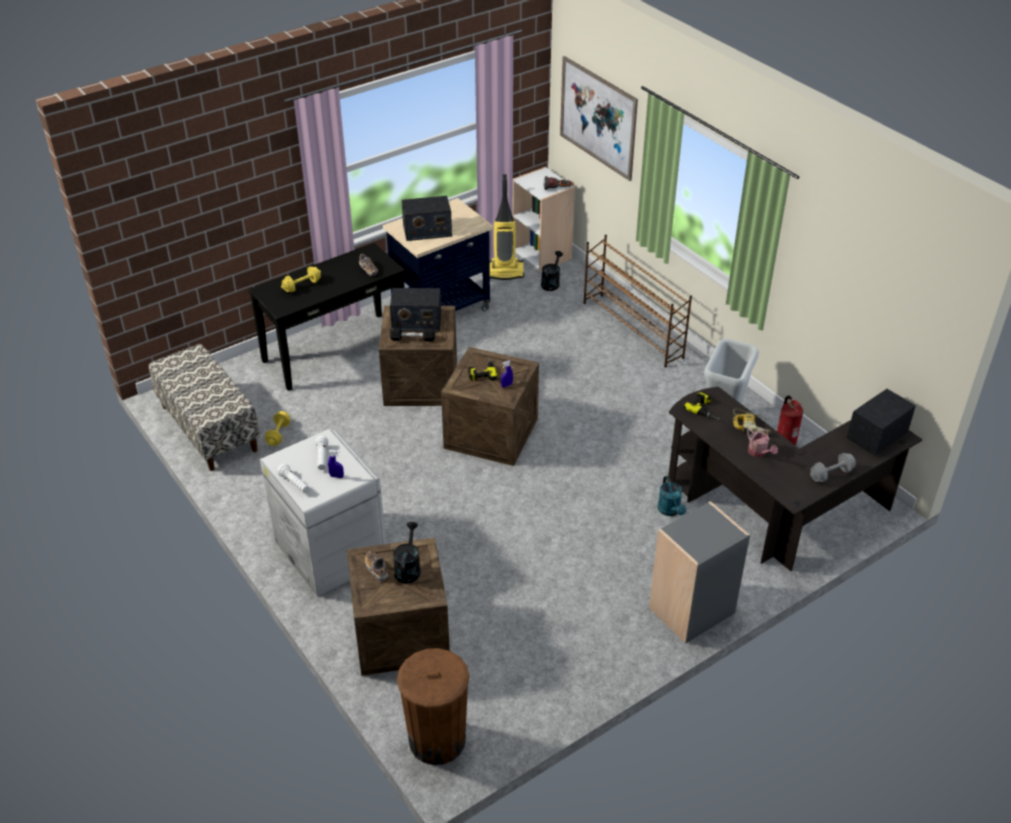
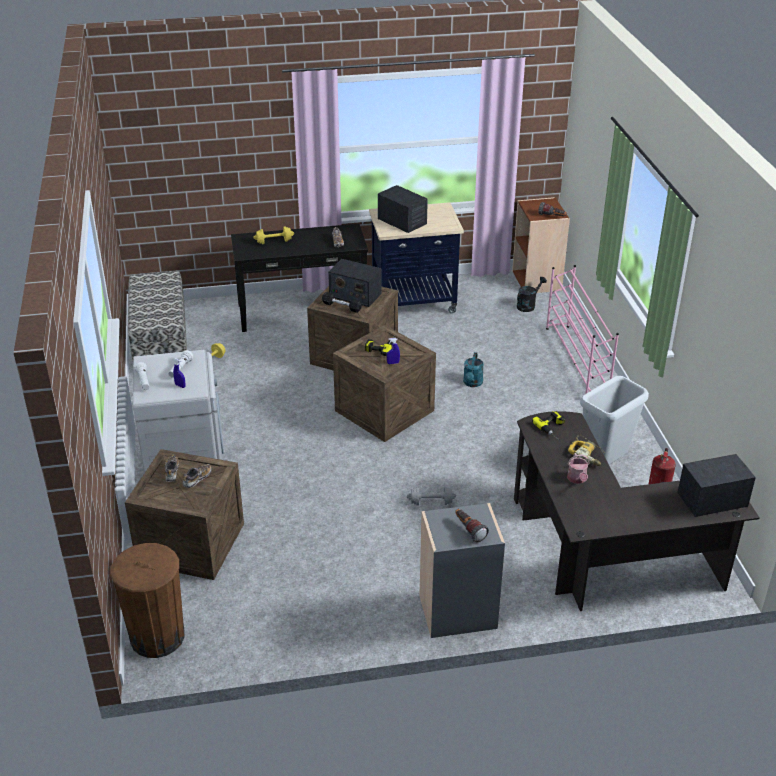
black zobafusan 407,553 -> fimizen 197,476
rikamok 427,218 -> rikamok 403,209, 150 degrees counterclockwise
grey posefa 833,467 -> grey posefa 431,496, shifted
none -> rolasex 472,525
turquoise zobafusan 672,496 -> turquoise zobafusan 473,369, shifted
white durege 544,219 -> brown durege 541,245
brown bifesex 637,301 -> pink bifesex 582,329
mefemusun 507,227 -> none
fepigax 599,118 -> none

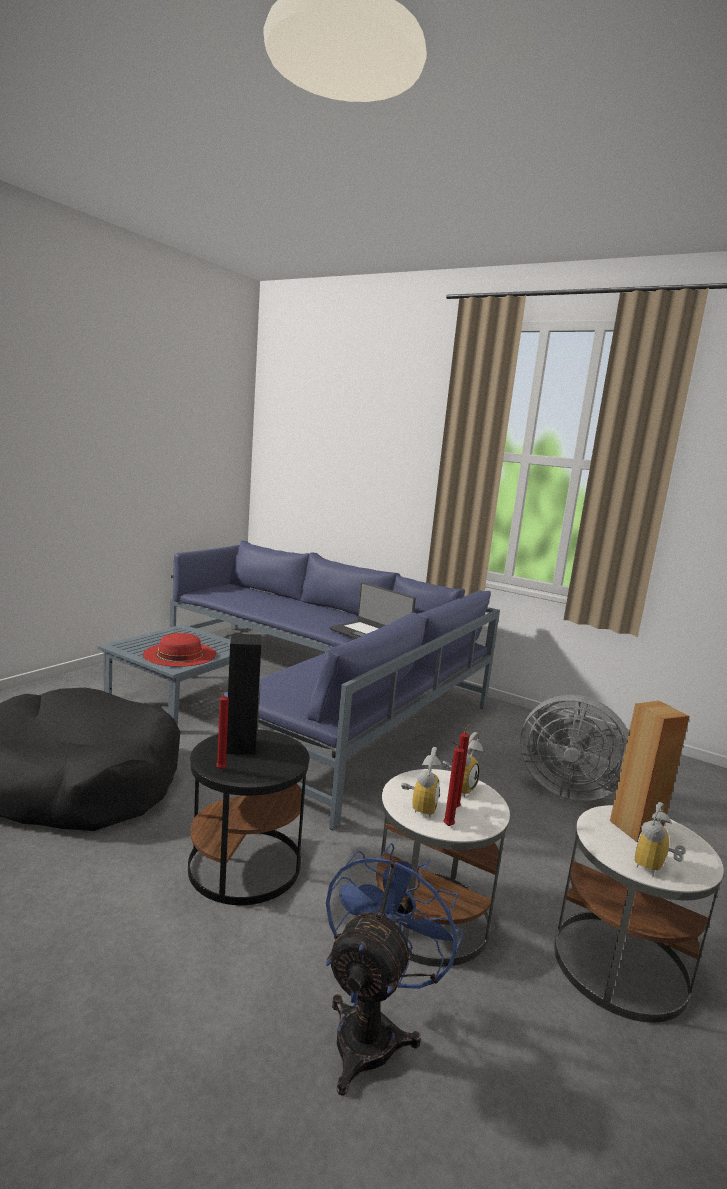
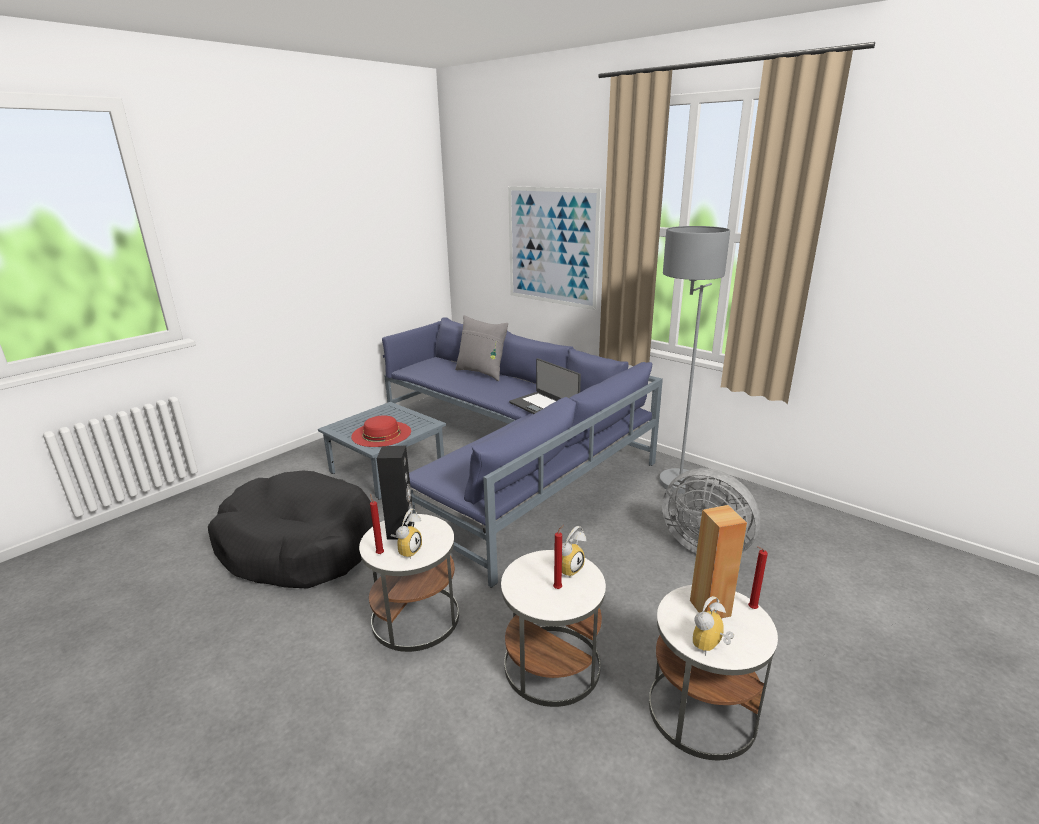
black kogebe 248,817 -> white kogebe 409,583
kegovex 421,782 -> kegovex 406,533, shifted
none -> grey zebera 481,348
none -> fepigax 554,248
none -> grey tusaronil 694,360
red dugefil 453,783 -> red dugefil 758,577, shifted
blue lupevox 394,969 -> none

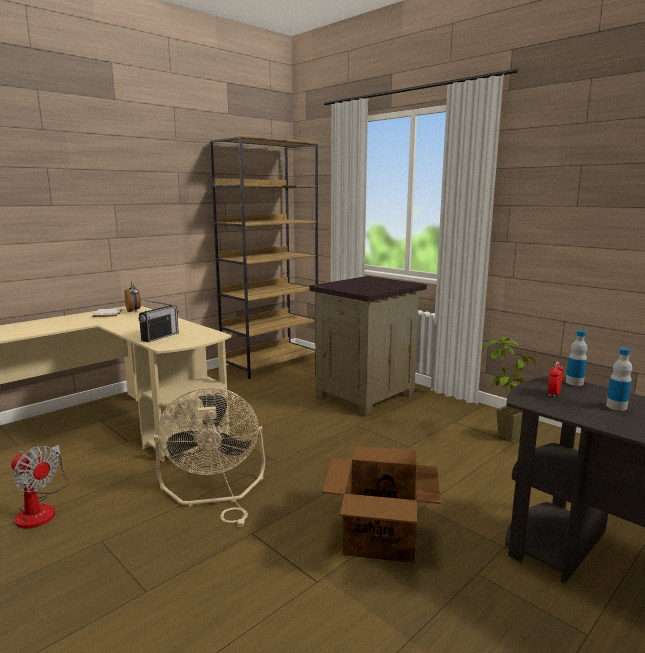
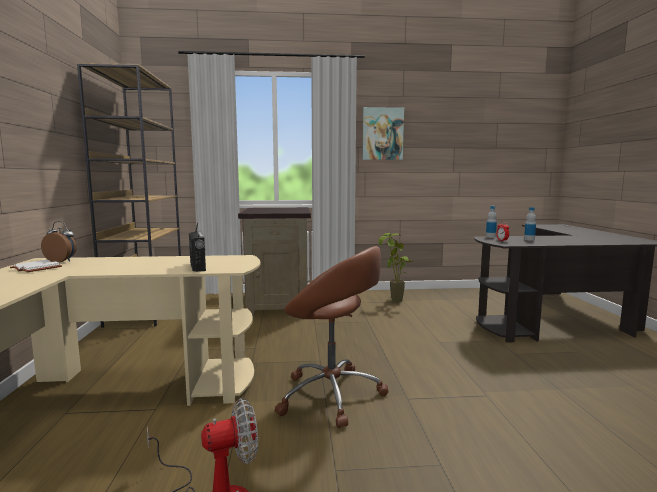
beige lupevox 209,457 -> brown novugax 331,337
none -> fepigax 383,133
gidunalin 381,504 -> none

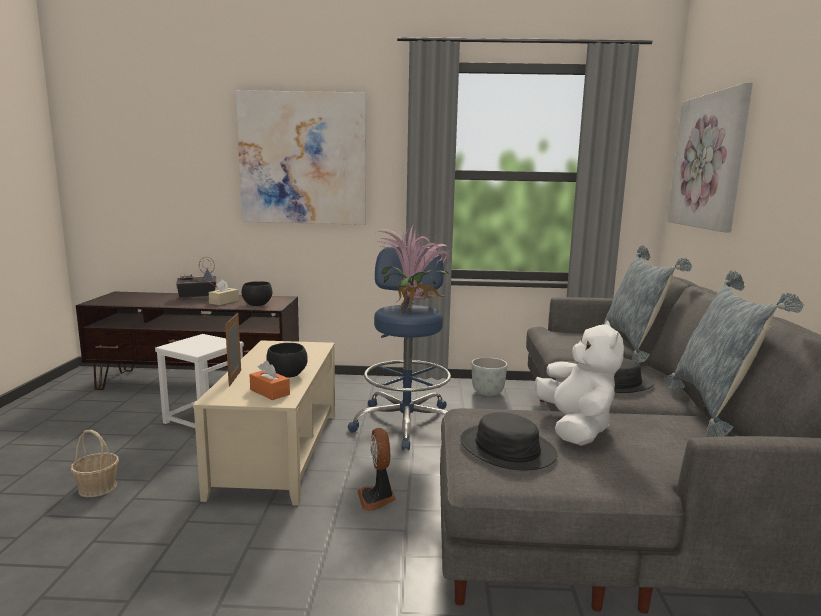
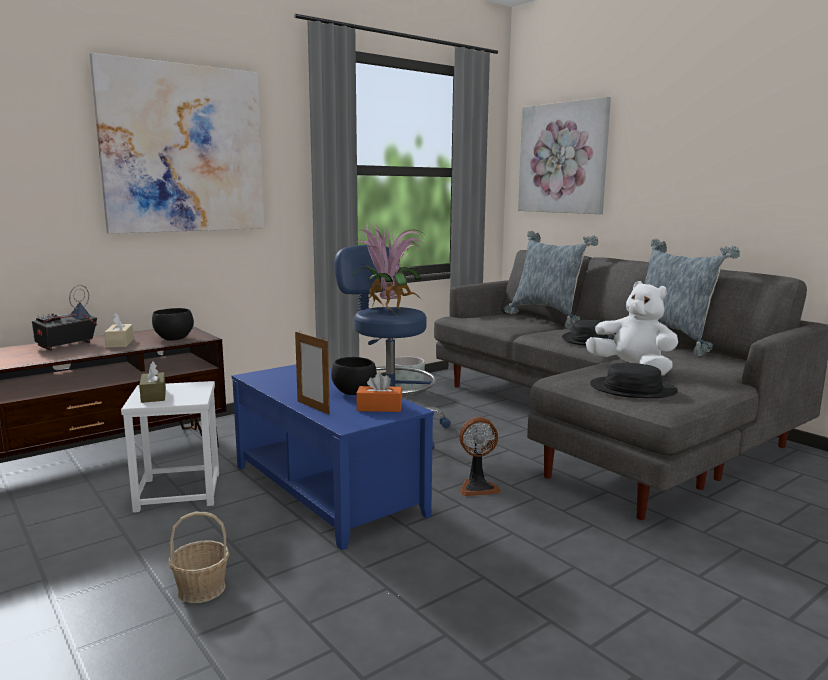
none -> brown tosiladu 152,382
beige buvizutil 264,423 -> blue buvizutil 333,457
lupevox 377,469 -> lupevox 480,456, 45 degrees counterclockwise

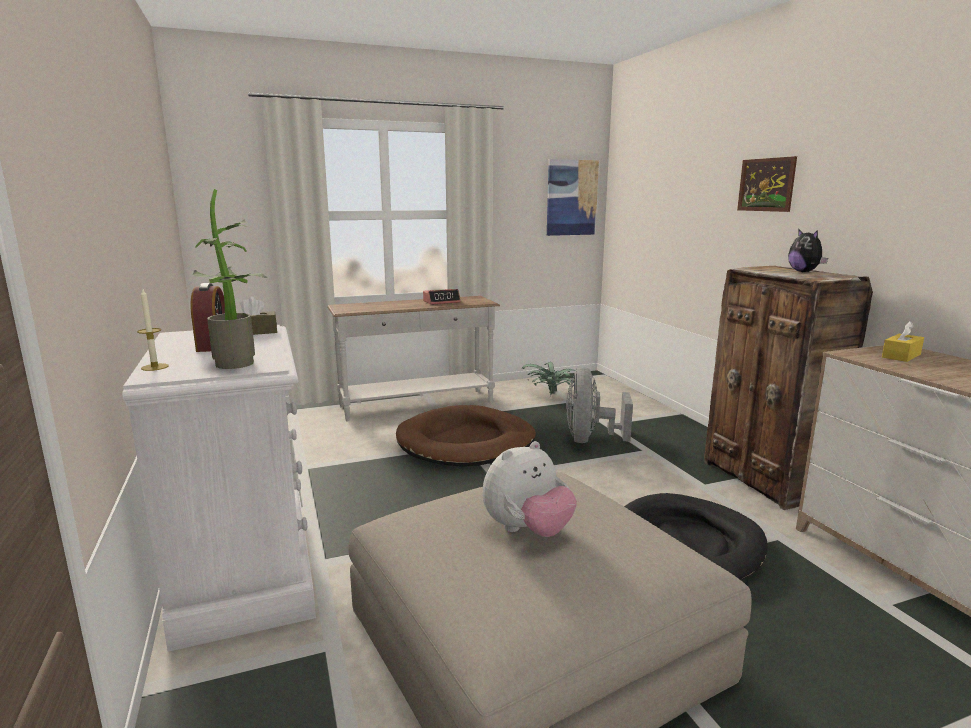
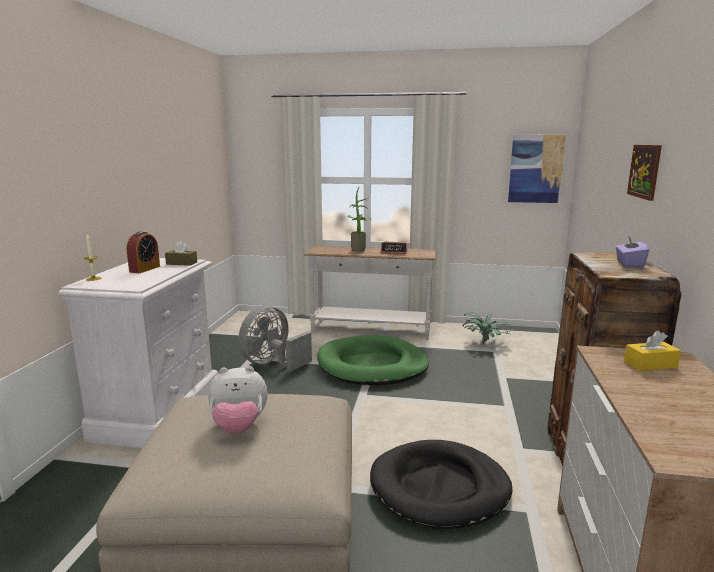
grey lupevox 599,405 -> grey lupevox 275,338, shifted
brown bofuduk 466,436 -> green bofuduk 373,360
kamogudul 230,279 -> kamogudul 360,219, shifted
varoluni 808,250 -> purple tosiladu 632,251

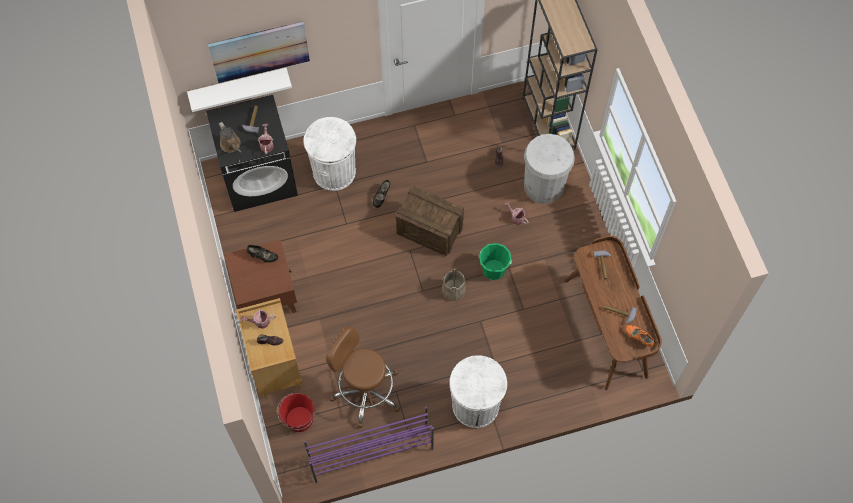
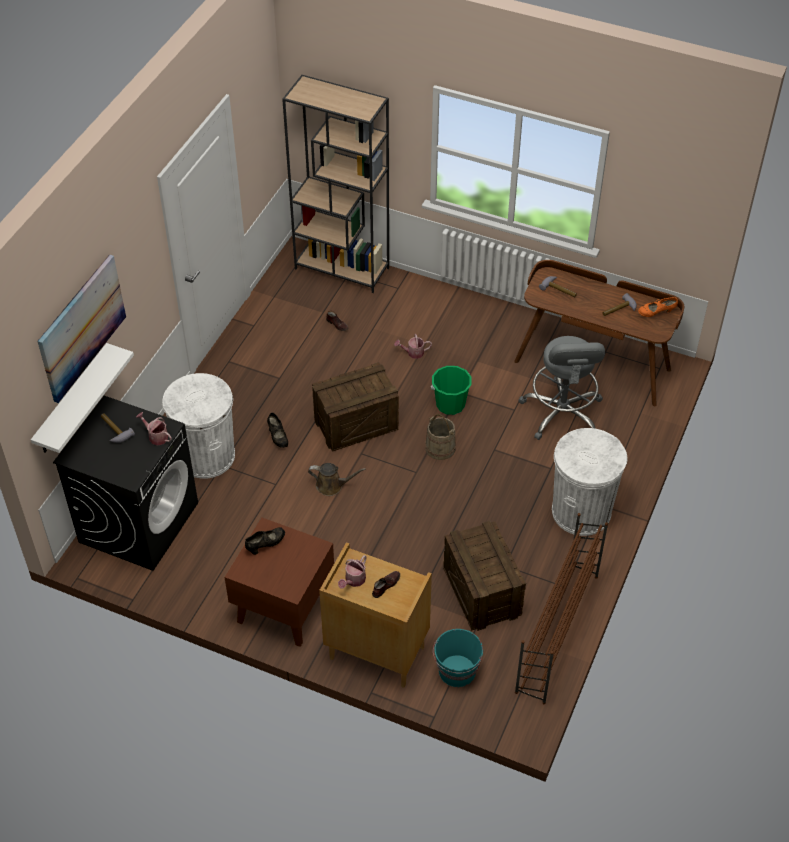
brown zobafusan 230,137 -> brown zobafusan 337,479, shifted
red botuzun 295,412 -> turquoise botuzun 458,658
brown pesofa 363,377 -> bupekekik 484,576
purple bifesex 369,444 -> brown bifesex 561,608
none -> grey pesofa 561,388
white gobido 549,169 -> none

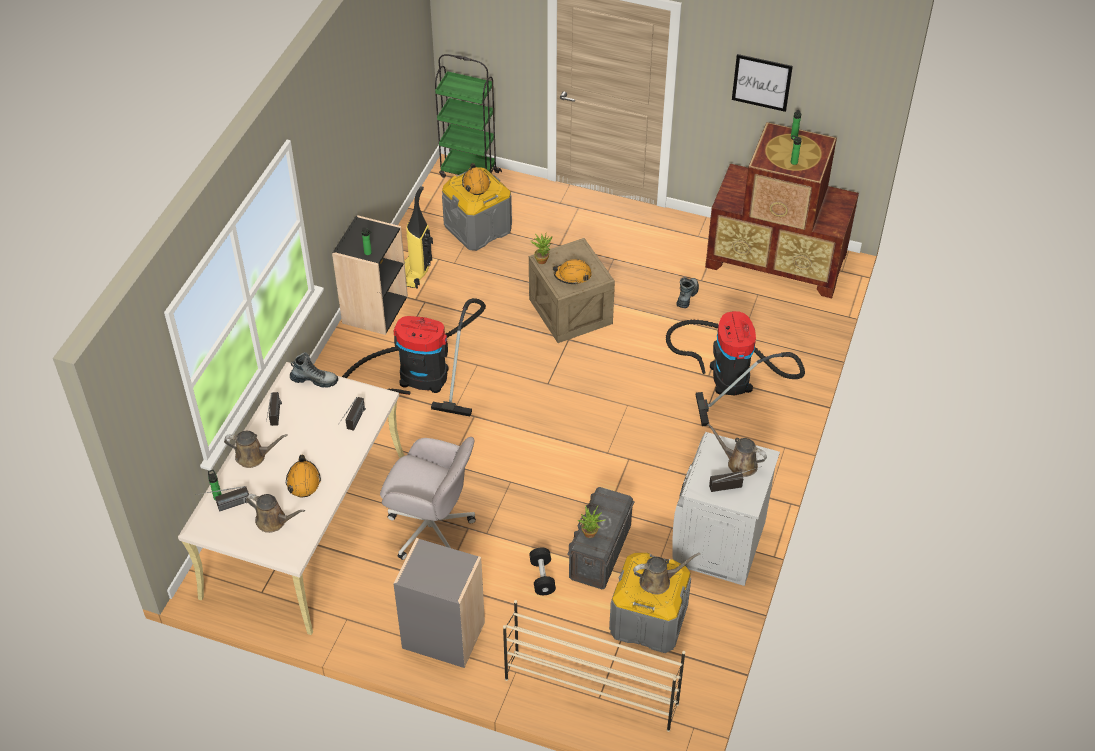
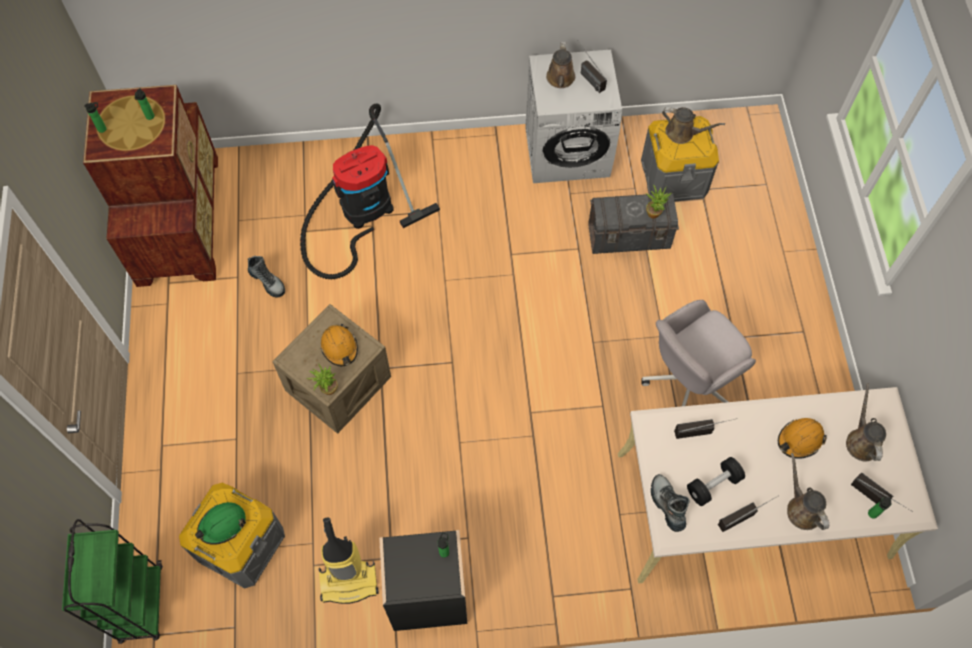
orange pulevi 476,179 -> green pulevi 220,523
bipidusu 687,292 -> bipidusu 266,277, 135 degrees counterclockwise
grey novugax 428,498 -> grey novugax 698,353, 120 degrees counterclockwise
brown zobafusan 666,574 -> brown zobafusan 693,125, 150 degrees clockwise
black posefa 542,571 -> black posefa 716,481, shifted
mefemusun 414,357 -> none
grey durege 439,603 -> none
beige bifesex 594,666 -> none
fepigax 762,83 -> none

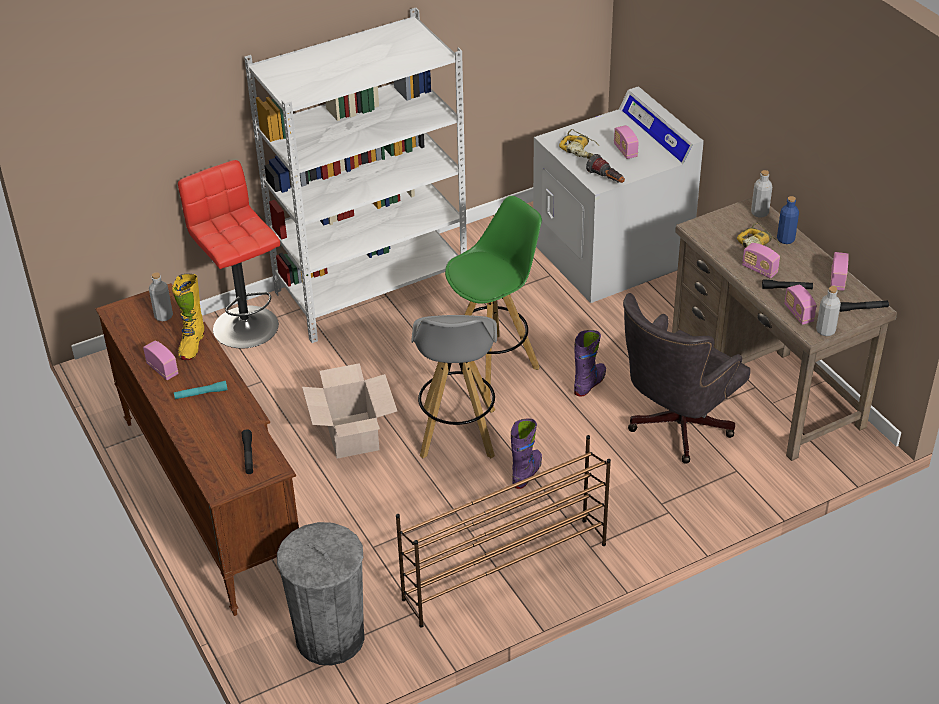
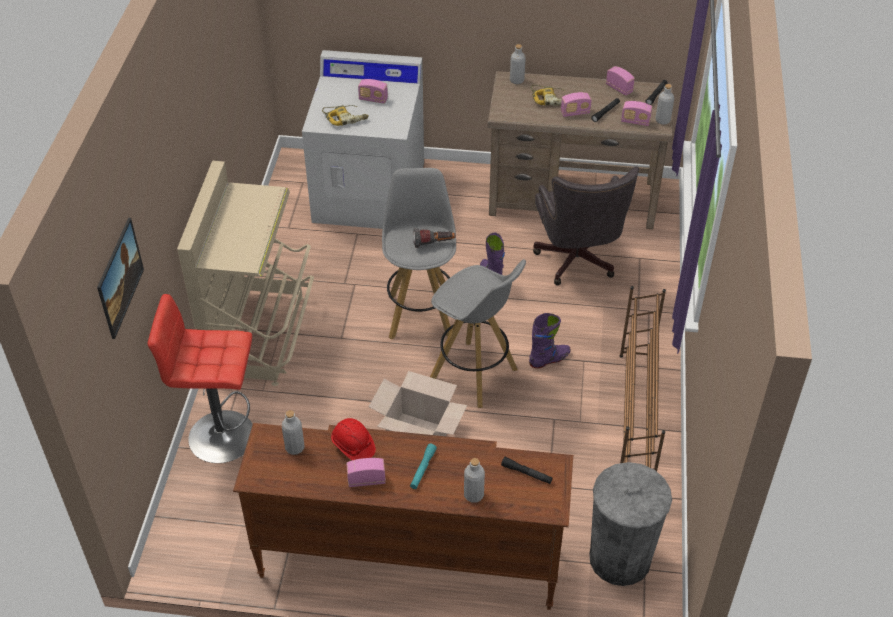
none -> fepigax 120,278
white durege 355,175 -> beige bifesex 245,273
yellow bipidusu 188,316 -> red pulevi 353,439
green pesofa 493,296 -> grey pesofa 419,254
rolasex 605,168 -> rolasex 434,238, shifted
none -> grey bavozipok 474,480
purple bipidusu 526,453 -> purple bipidusu 550,340, 90 degrees clockwise
blue bavozipok 788,220 -> none

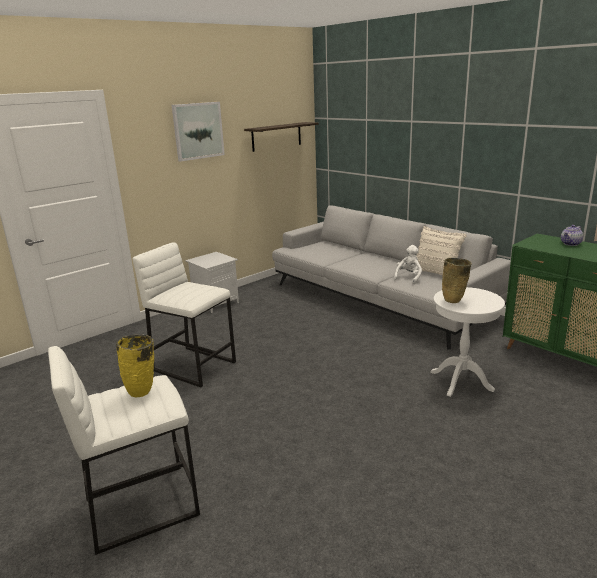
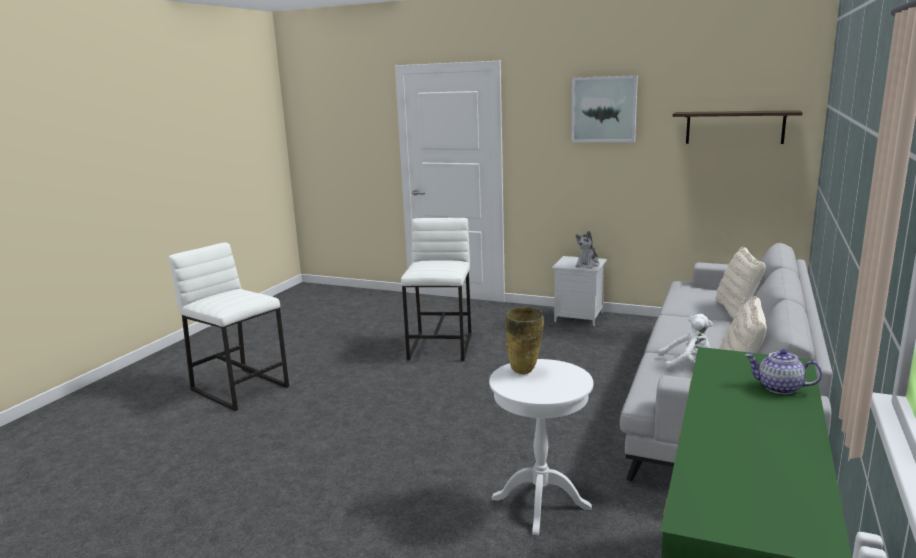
none -> varoluni 587,250
none -> beige zebera 740,282
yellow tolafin 135,366 -> none

